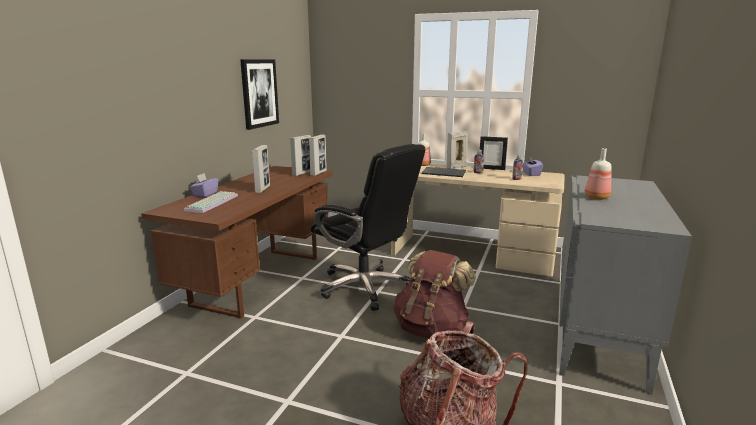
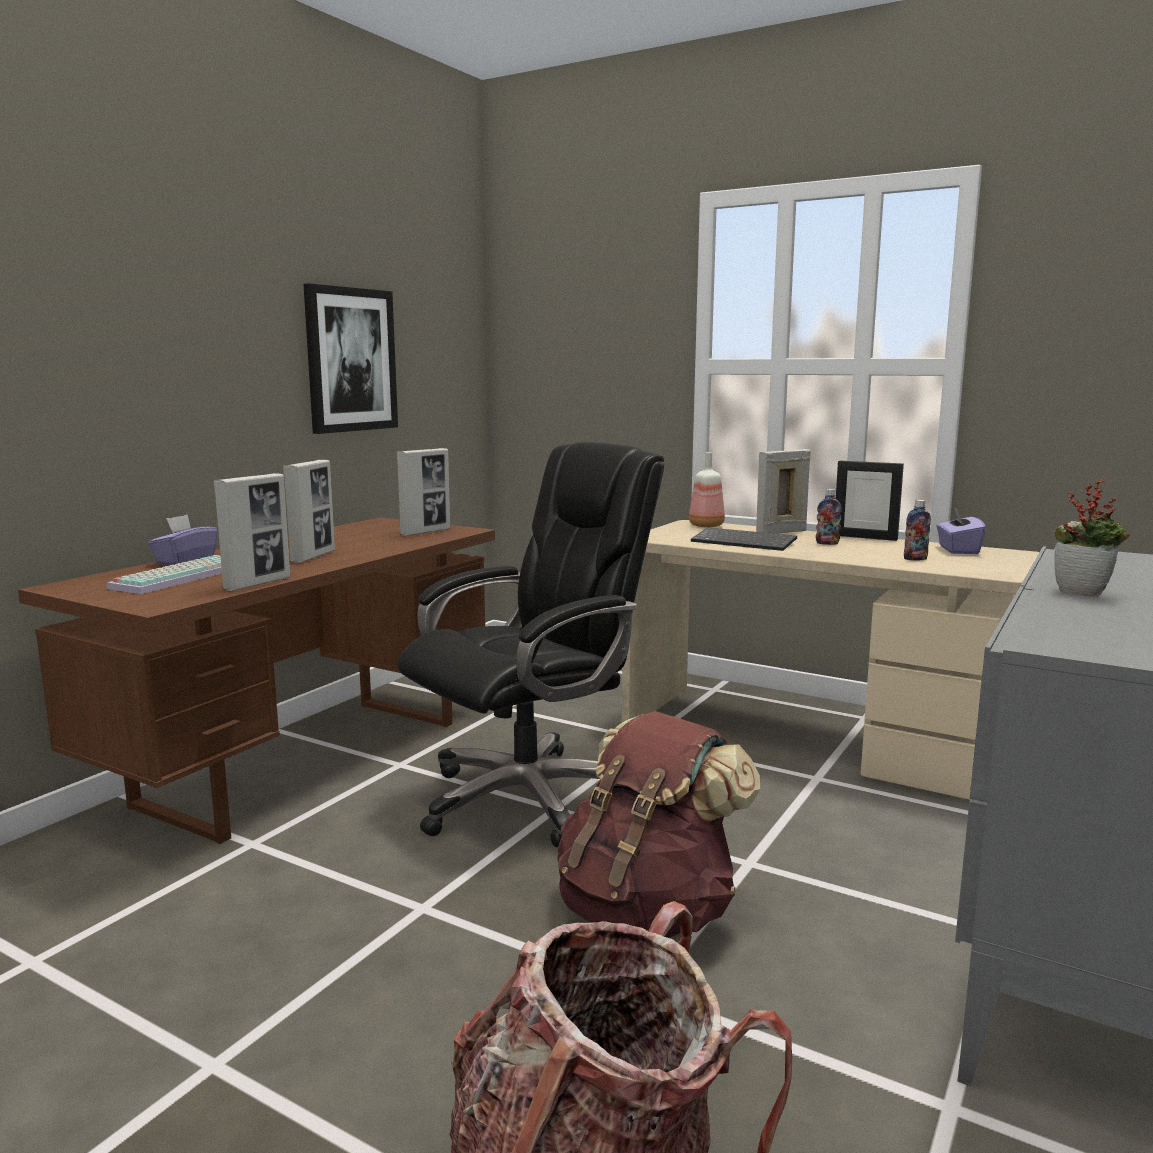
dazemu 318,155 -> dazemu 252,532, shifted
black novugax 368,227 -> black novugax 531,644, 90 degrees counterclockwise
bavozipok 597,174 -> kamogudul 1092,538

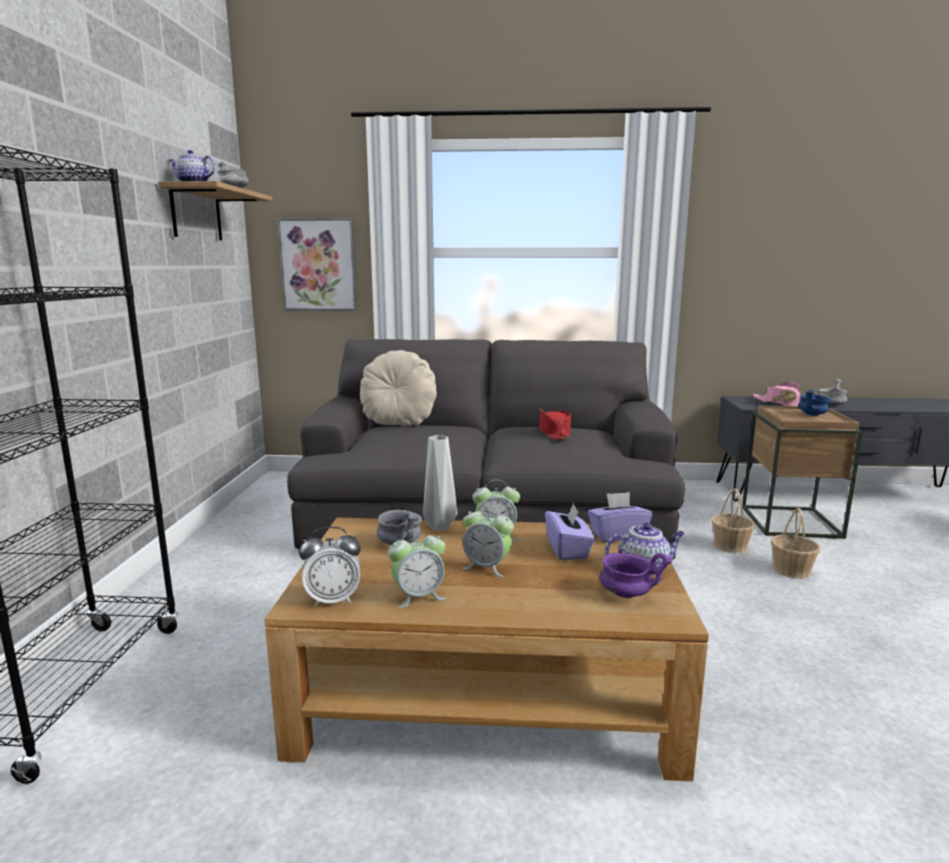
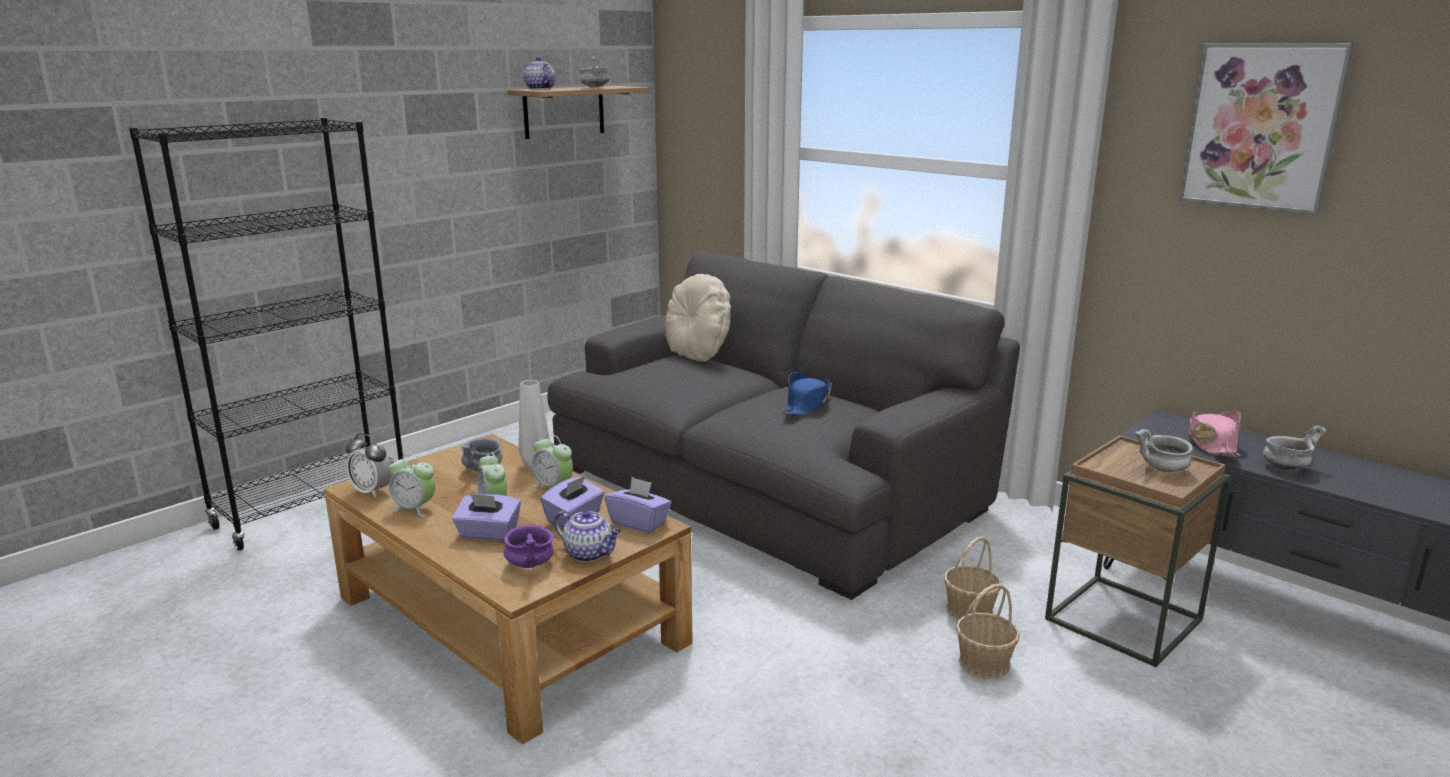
none -> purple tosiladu 486,517
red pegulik 555,424 -> blue pegulik 807,394
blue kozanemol 814,402 -> grey kozanemol 1163,451
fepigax 317,264 -> fepigax 1266,129, shifted

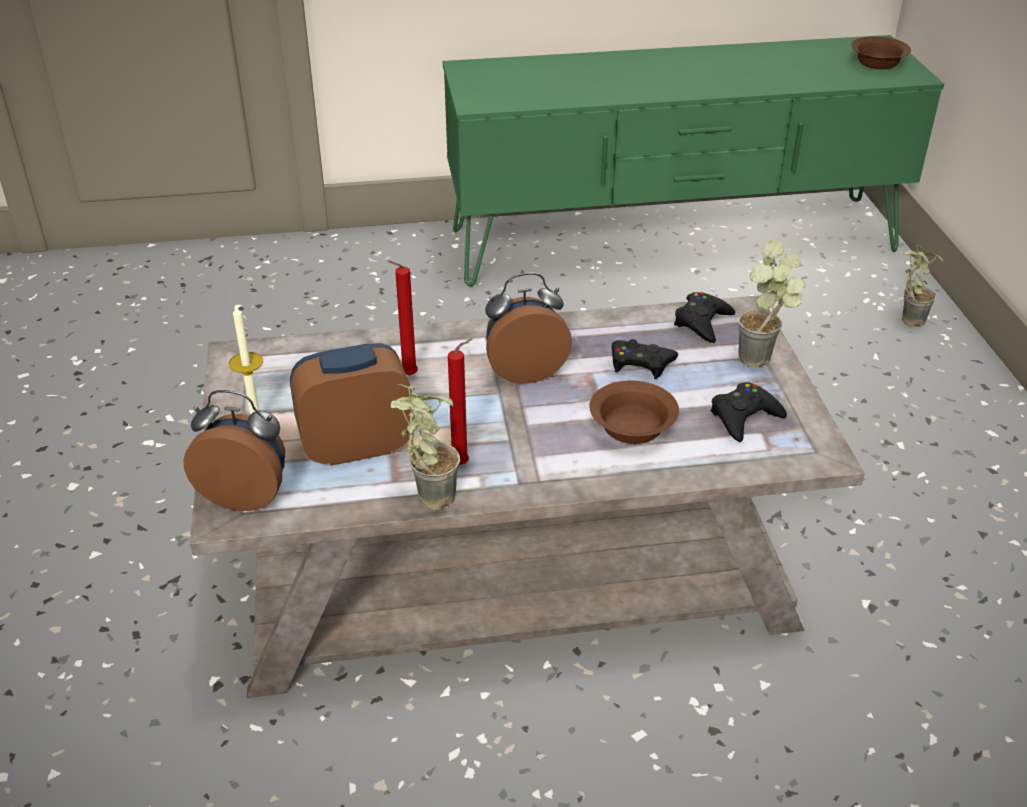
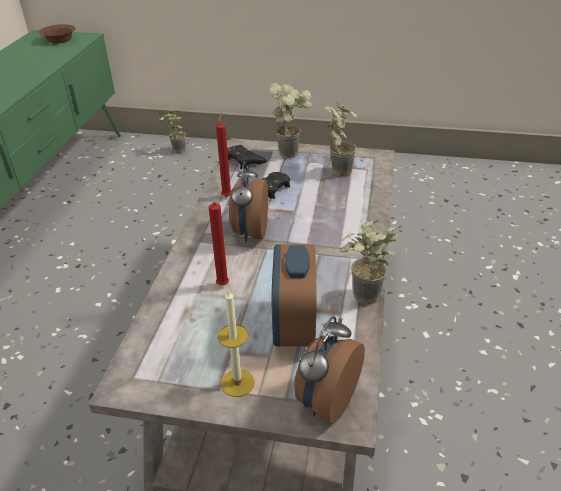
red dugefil 460,402 -> red dugefil 223,154, shifted
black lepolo 749,412 -> kamogudul 340,139
brown kozanemol 634,412 -> none

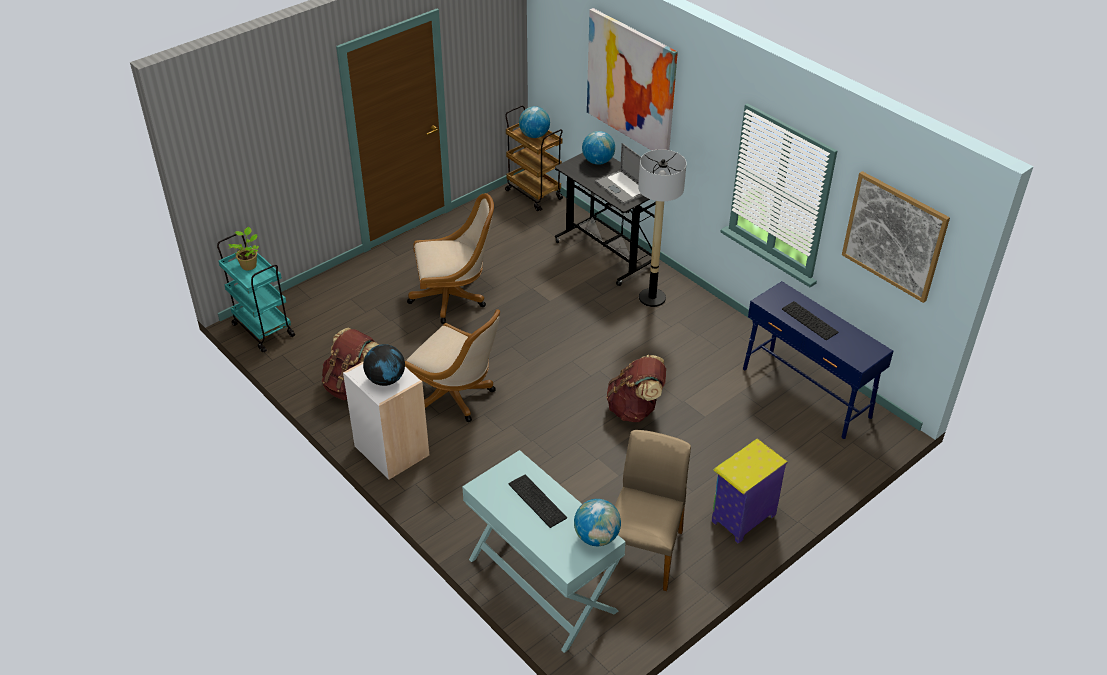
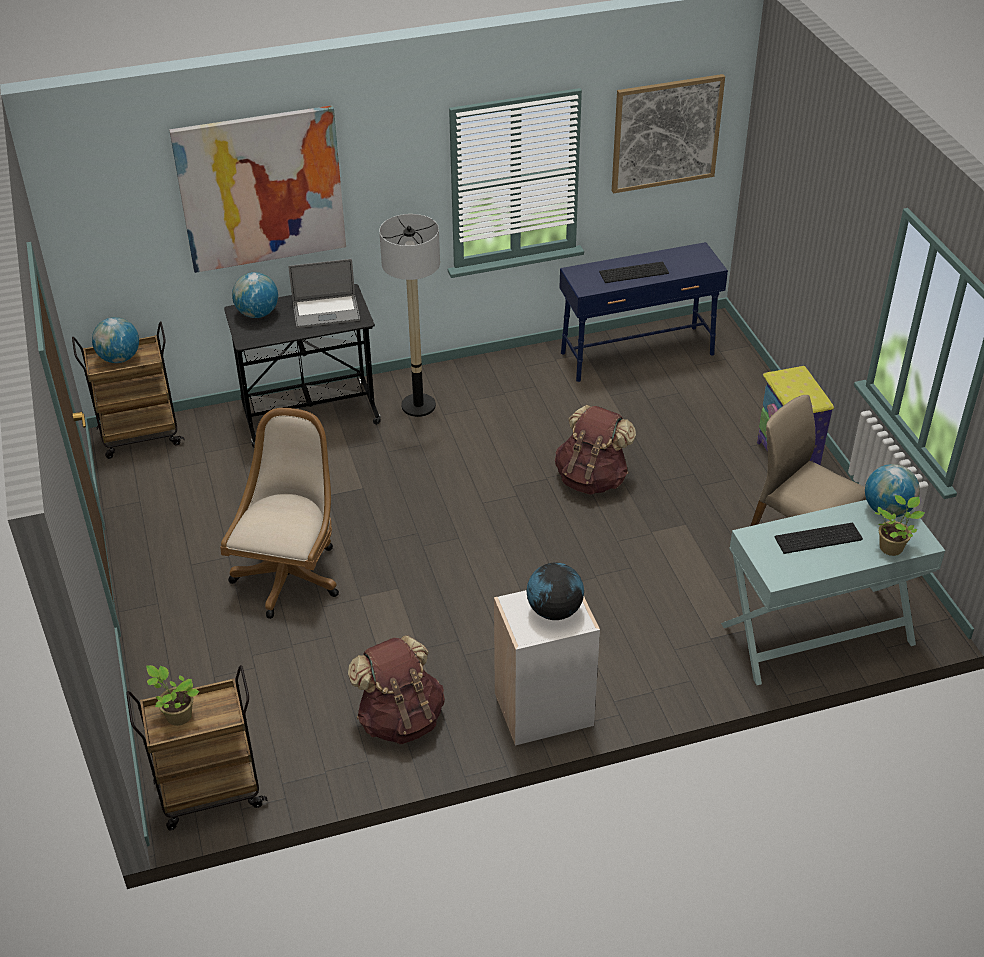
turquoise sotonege 256,293 -> brown sotonege 197,747
none -> kamogudul 900,525
novugax 452,365 -> none

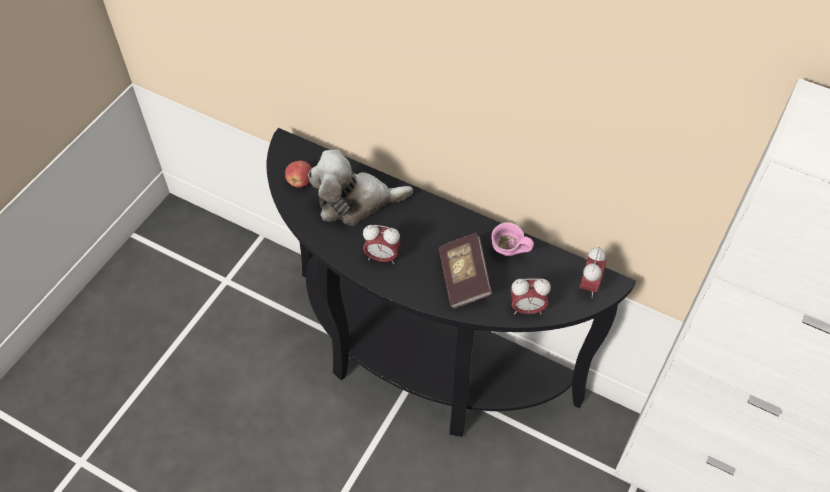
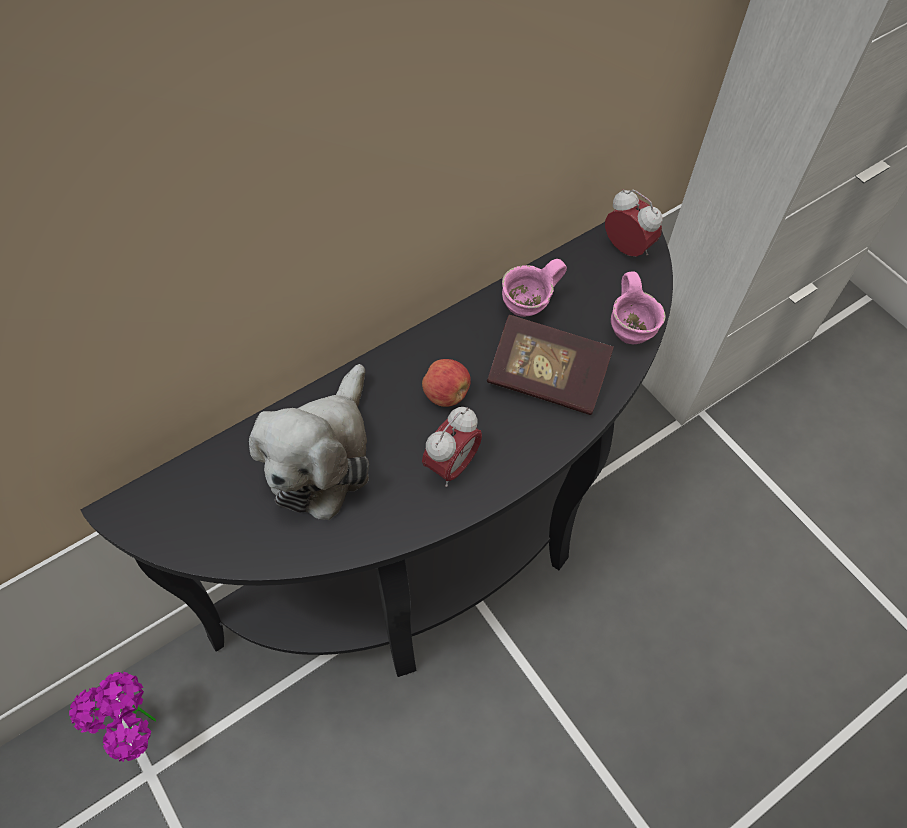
none -> kamogudul 112,717
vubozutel 298,174 -> vubozutel 446,383, shifted
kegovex 531,297 -> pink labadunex 638,307

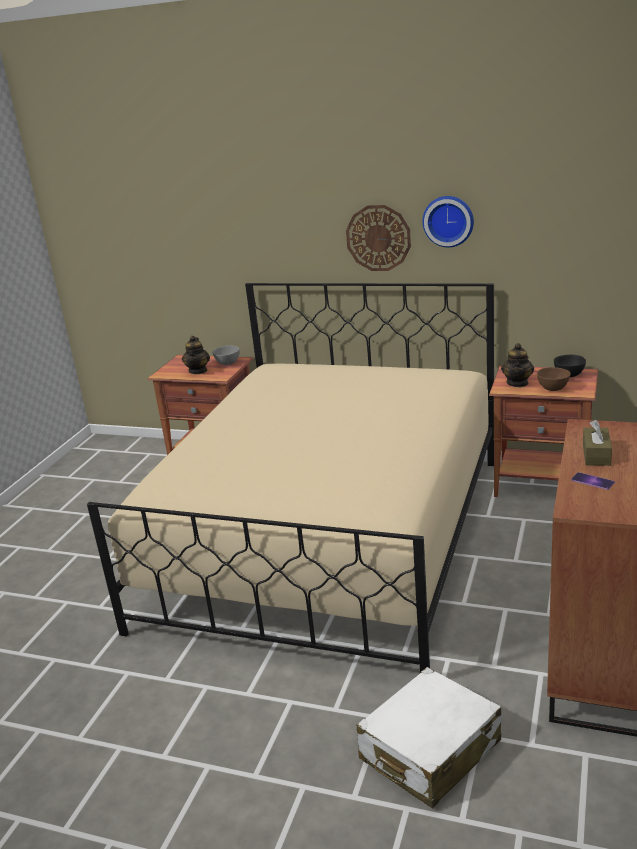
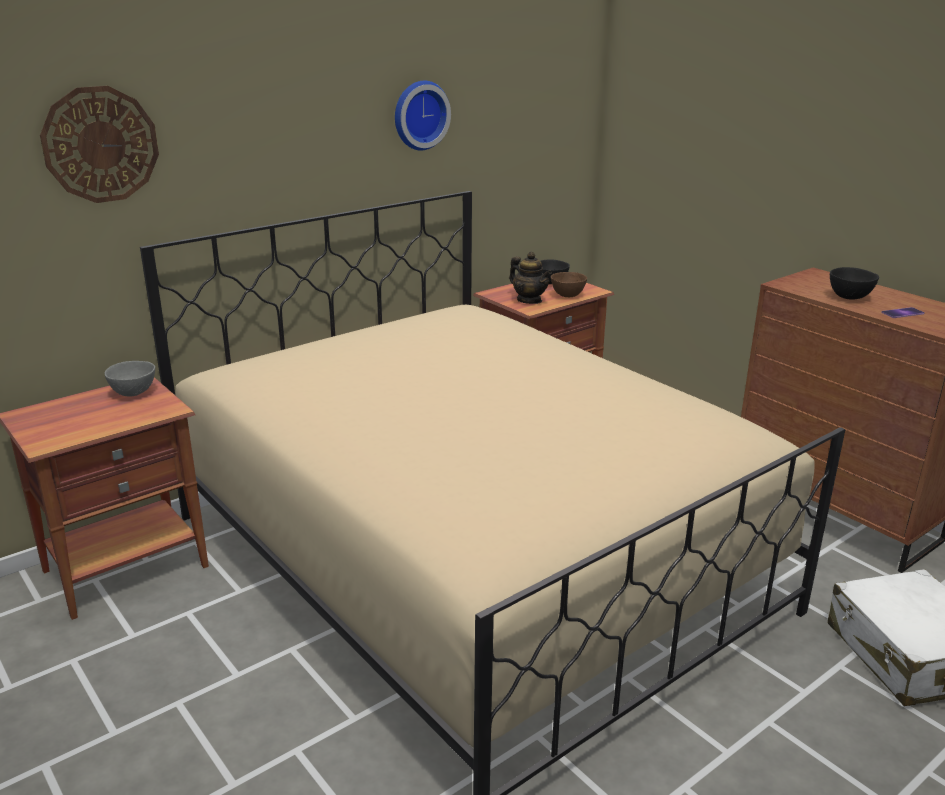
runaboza 378,238 -> runaboza 99,144, shifted
brown tosiladu 597,443 -> black kozanemol 854,283
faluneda 196,355 -> none

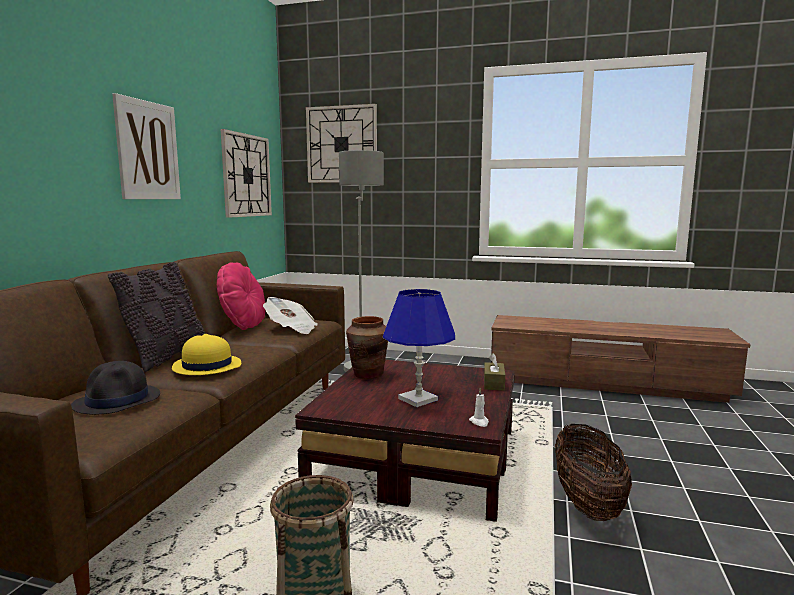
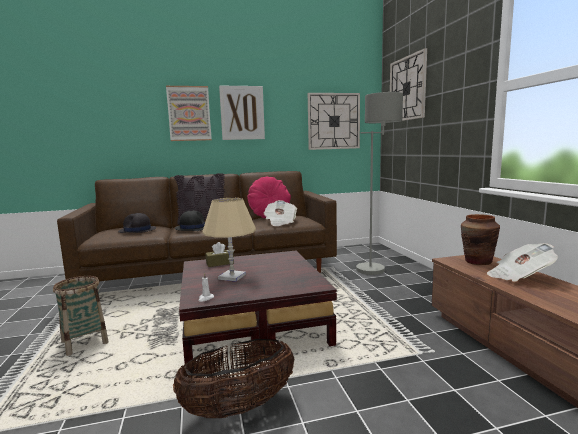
none -> fepigax 189,113
yellow pegulik 206,354 -> black pegulik 190,221
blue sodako 419,348 -> beige sodako 229,239
brown tosiladu 494,372 -> brown tosiladu 220,254, shifted
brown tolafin 367,347 -> brown tolafin 480,239, shifted
none -> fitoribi 522,262

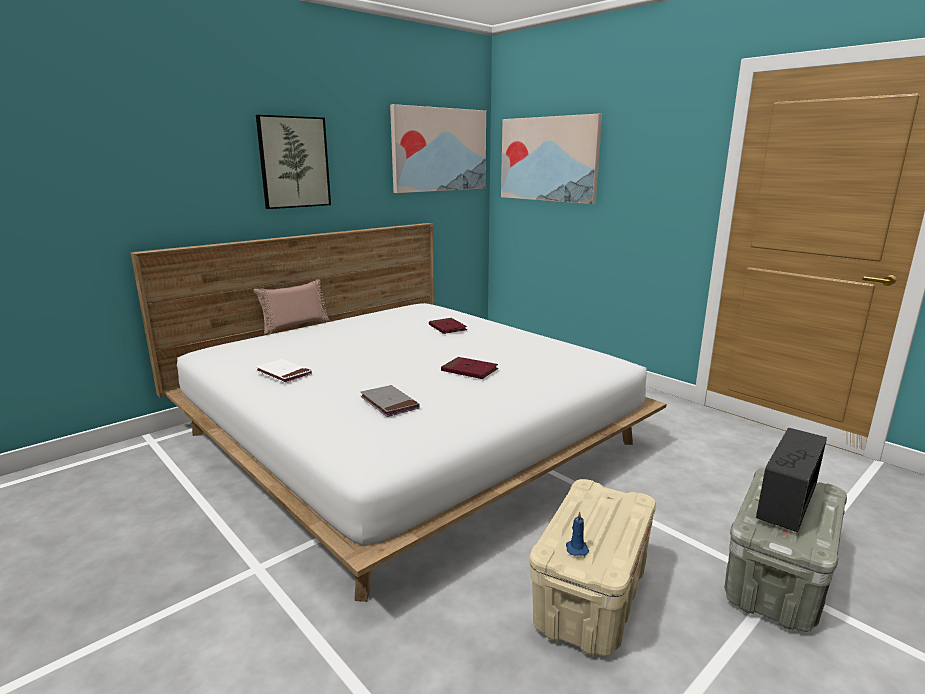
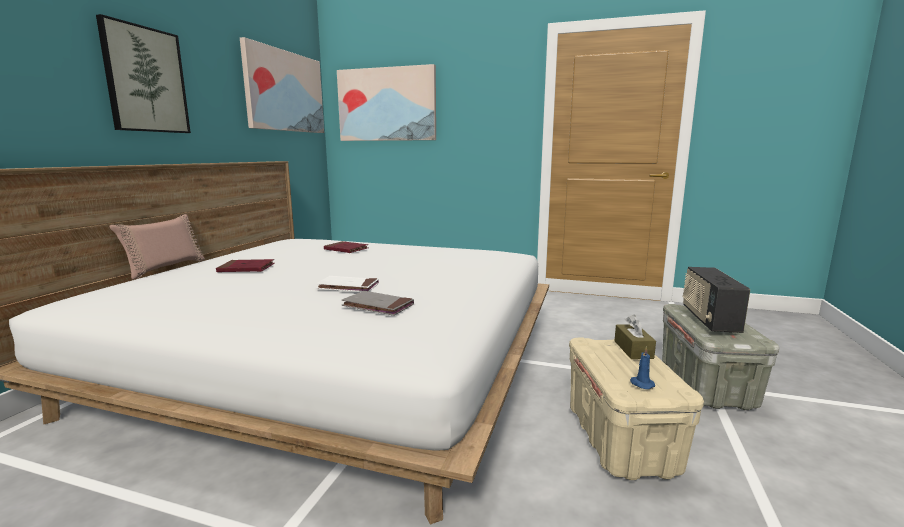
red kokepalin 469,368 -> red kokepalin 245,265, shifted
white kokepalin 283,371 -> white kokepalin 347,284, shifted
none -> brown tosiladu 635,337

